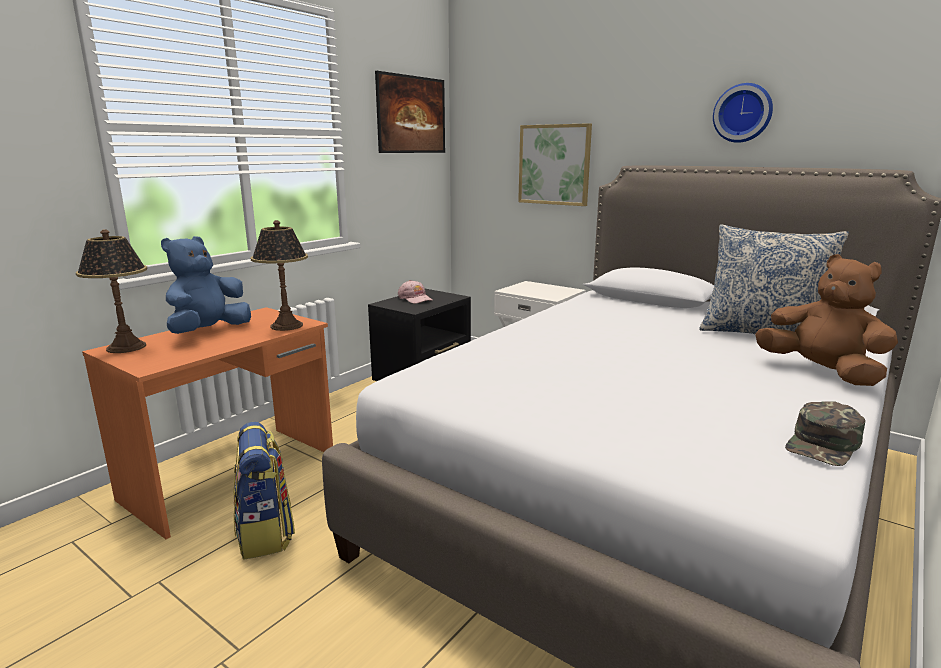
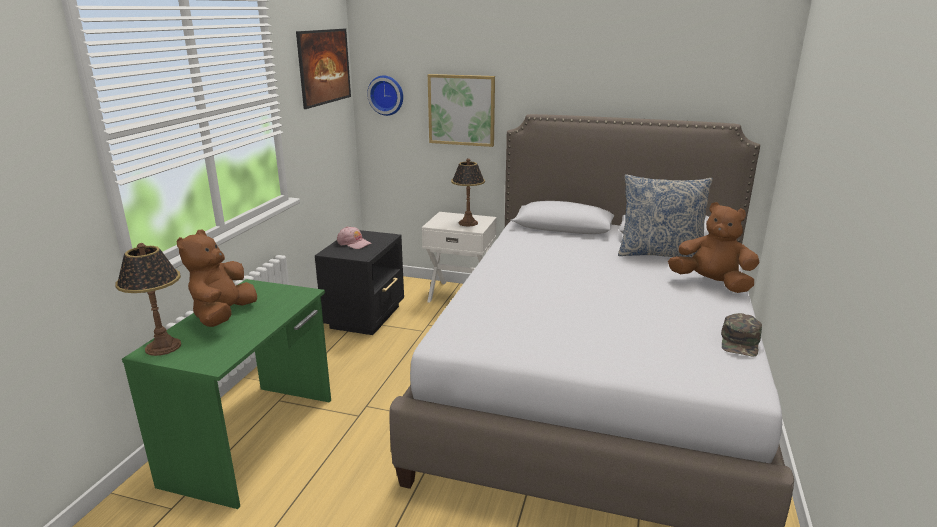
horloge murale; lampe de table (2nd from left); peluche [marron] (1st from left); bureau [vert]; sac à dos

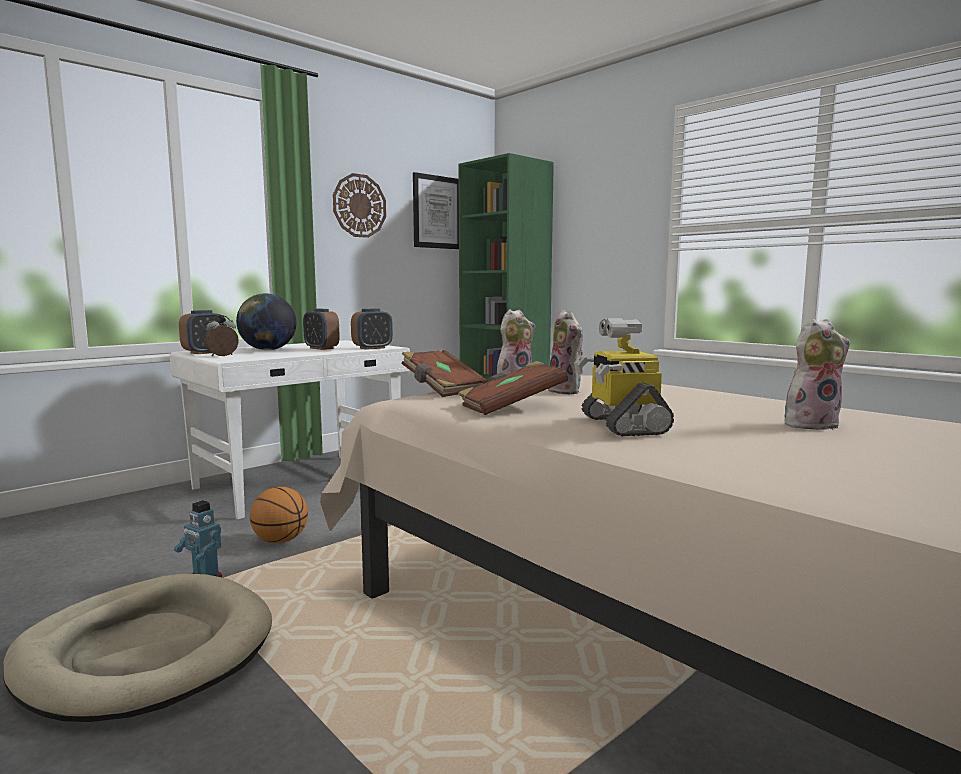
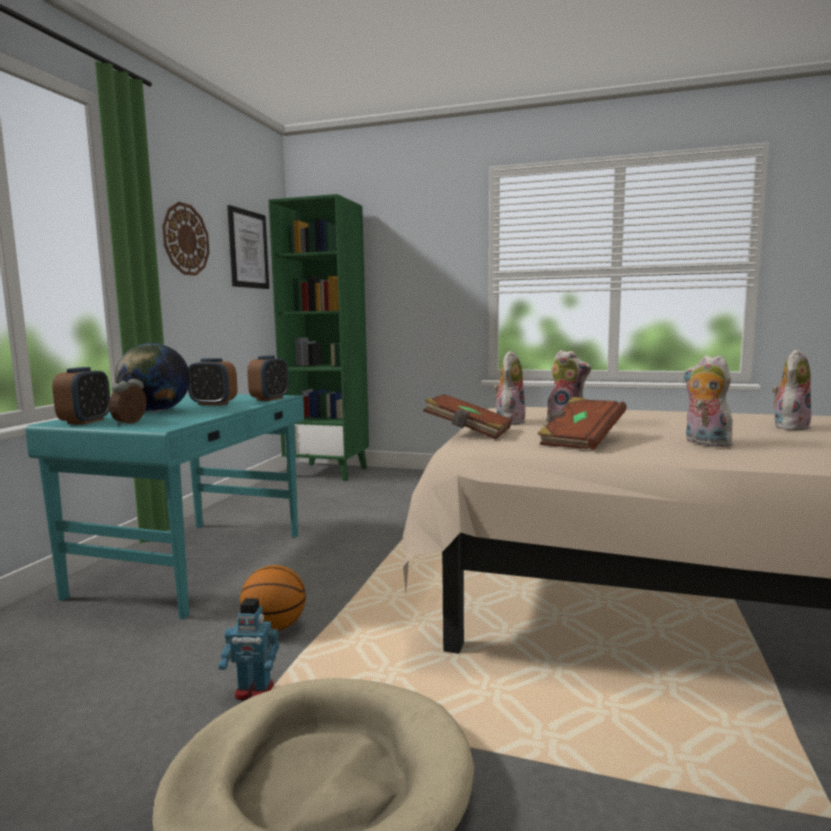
peluche (3rd from left); bureau [turquoise]

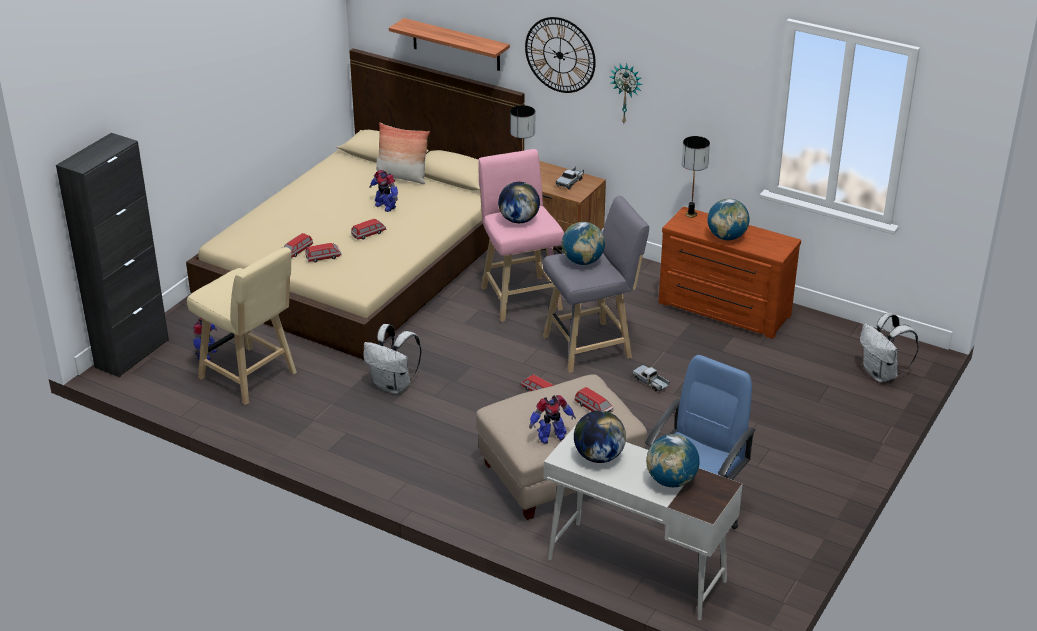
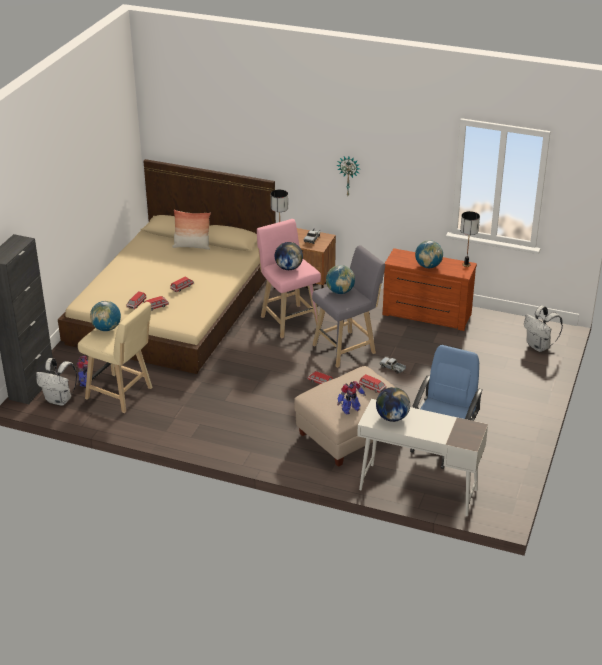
horloge murale (1st from left in the first image); étagère; lampe de table (2nd from left); robot jouet (2nd from left in the first image); sac à dos [blanc] (1st from left); globe (1st from left)

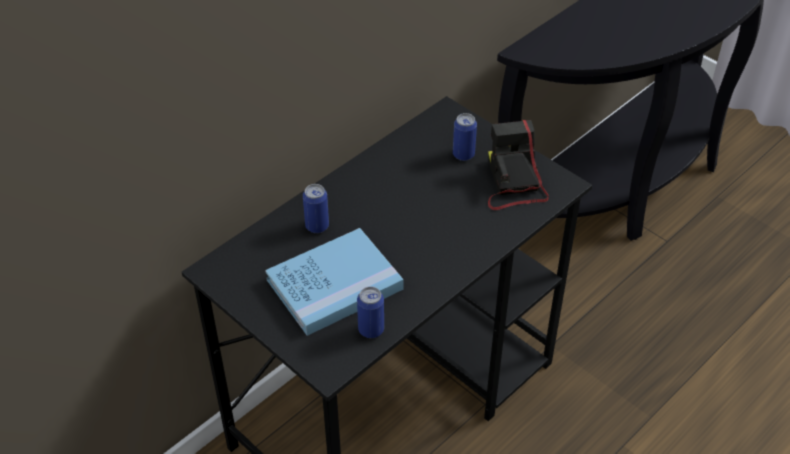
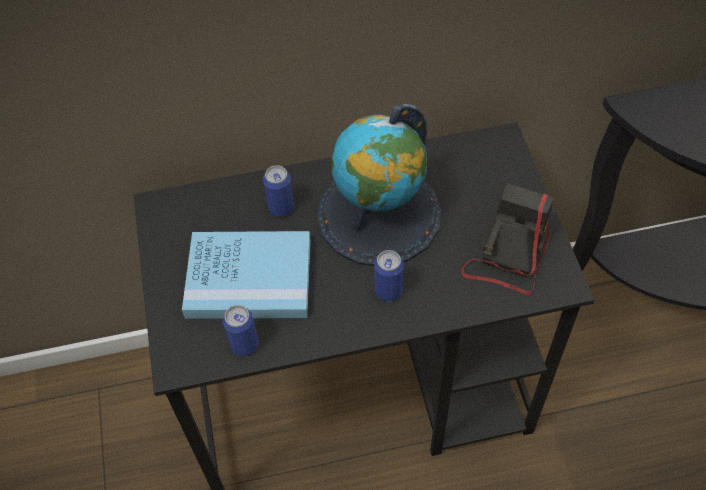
boîte métallique (3rd from left); globe

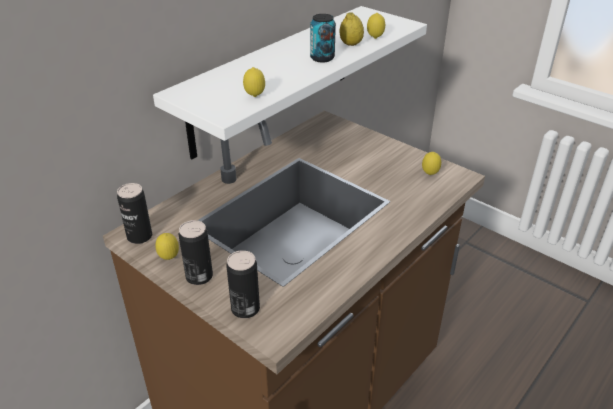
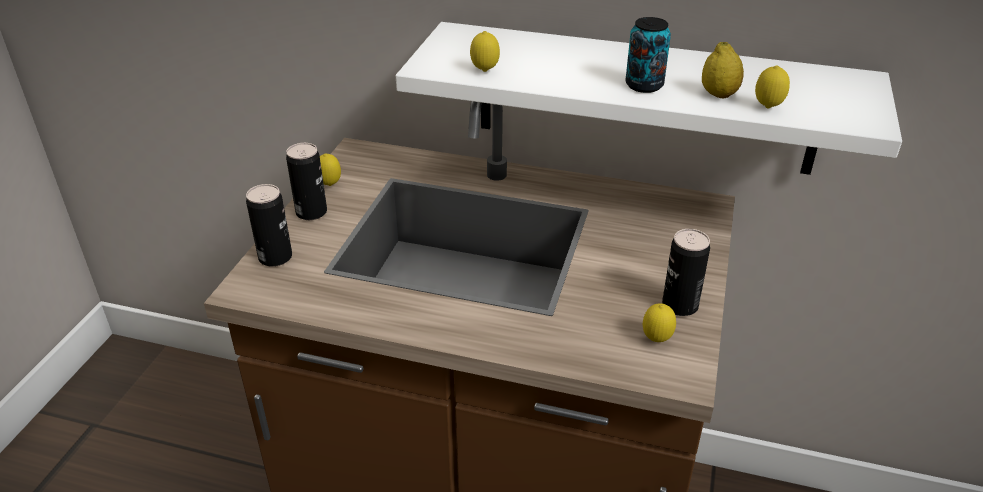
boîte métallique (4th from left)

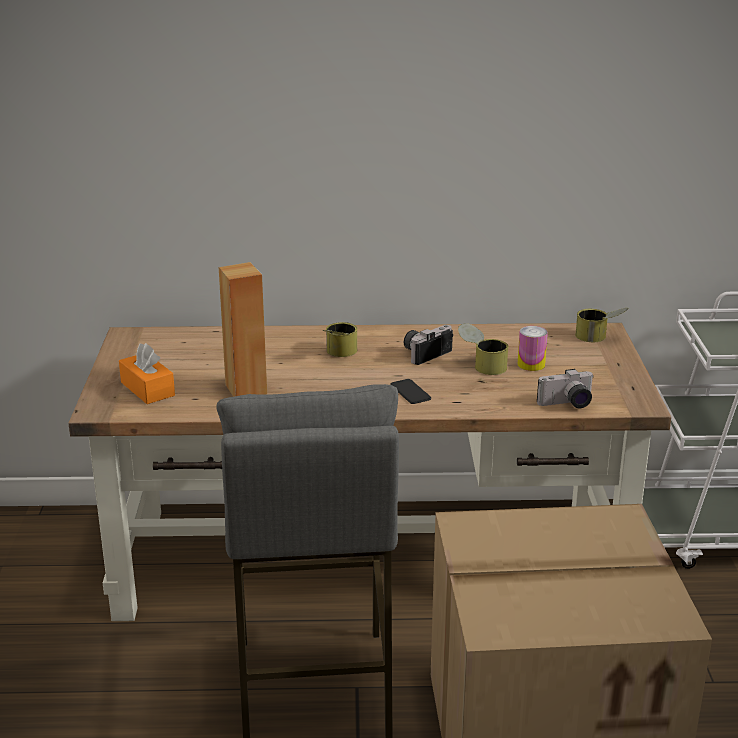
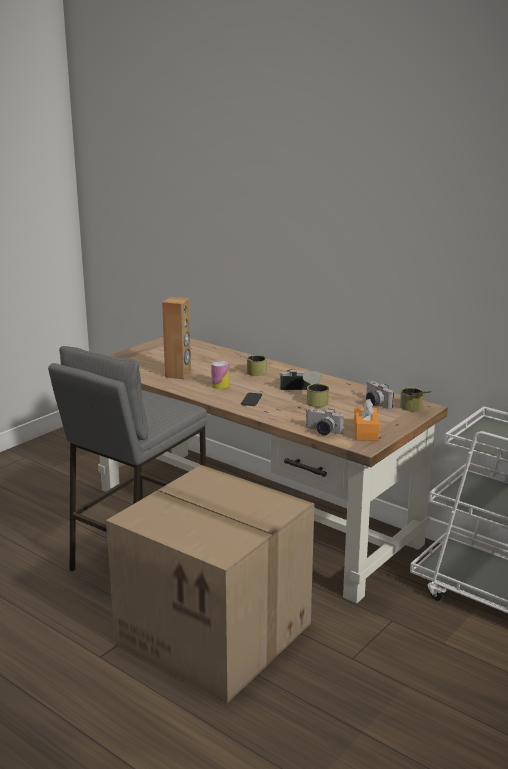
boîte métallique (1st from left); boîte à mouchoirs [orange]; appareil photo (3rd from left)

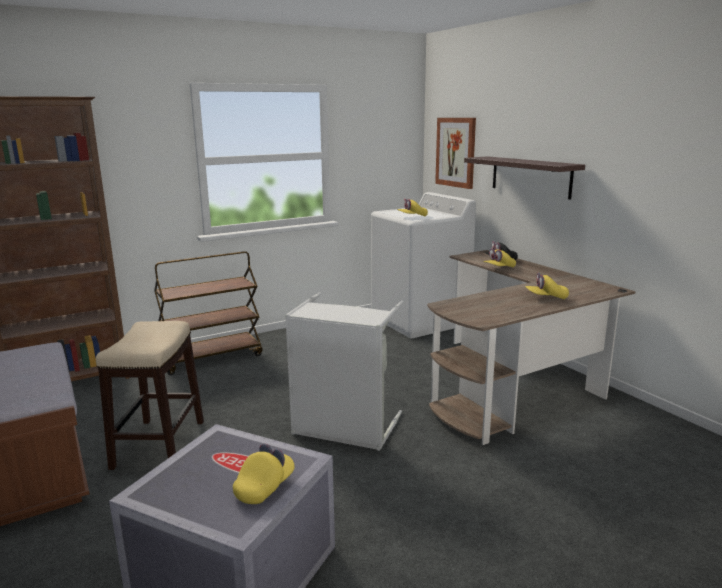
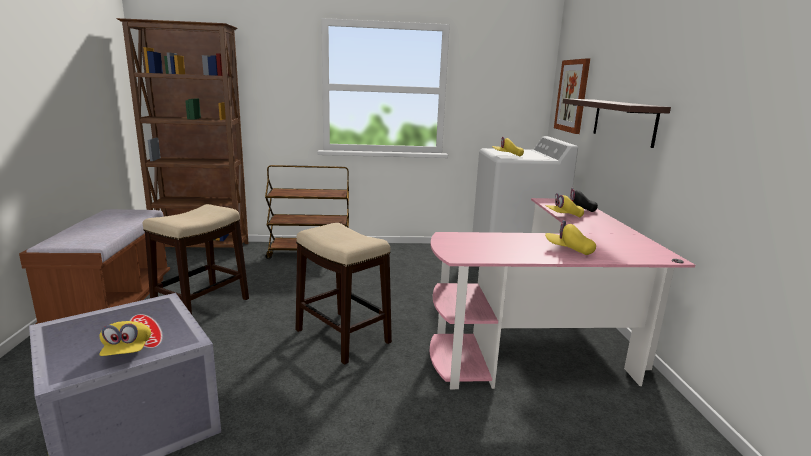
bureau [rose]; tabouret (2nd from left); casquette [jaune] (1st from left)

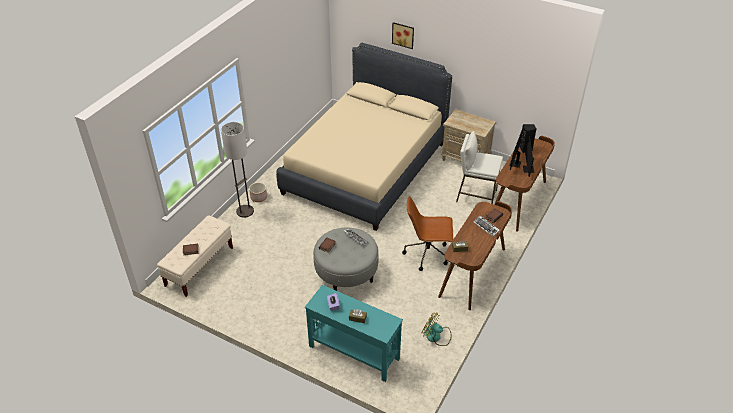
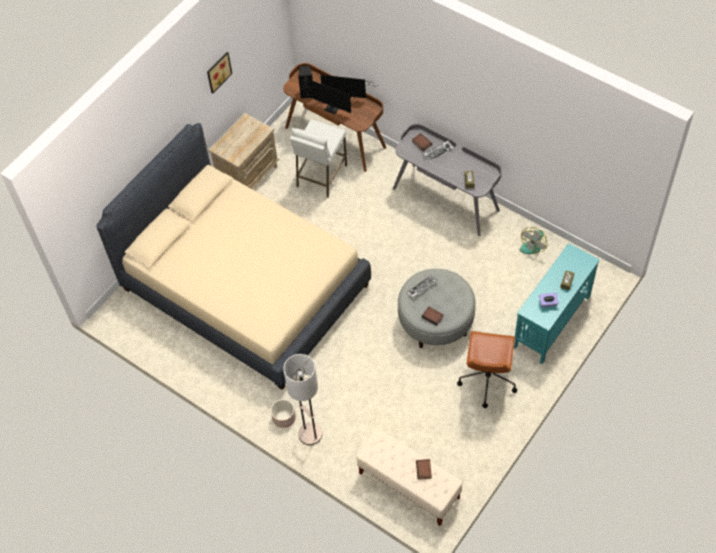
tableau; chaise de bureau [marron]; bureau [gris]

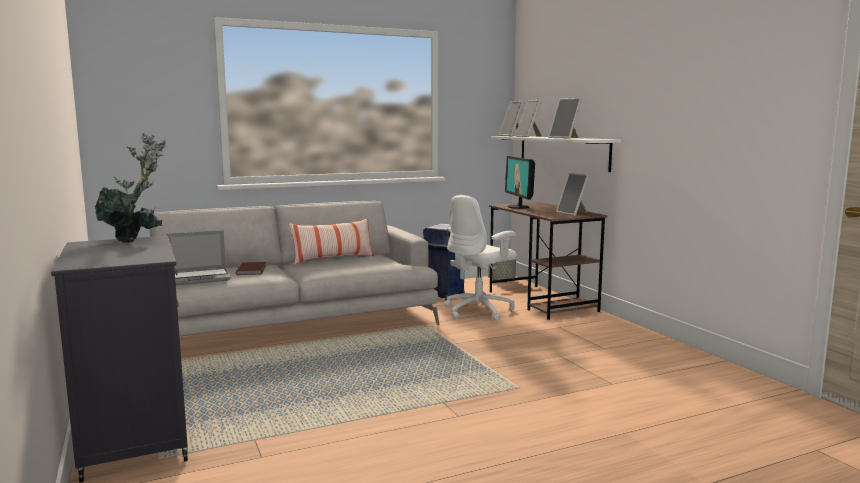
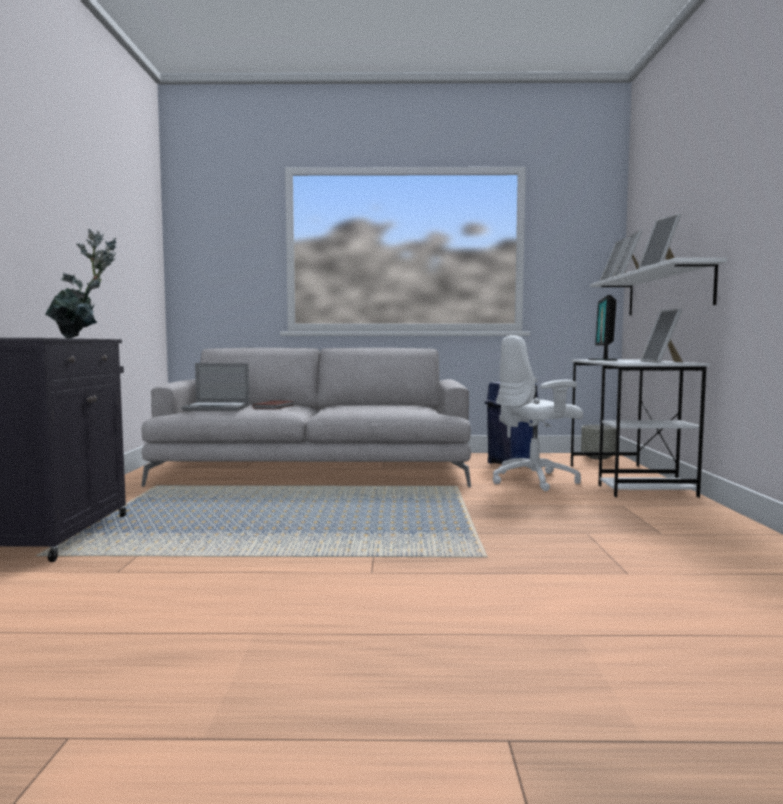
bureau [blanc]; coussin

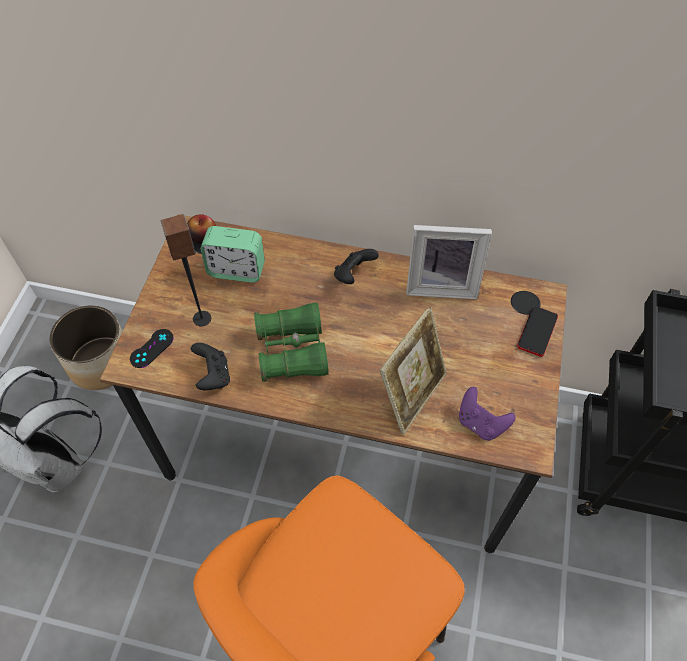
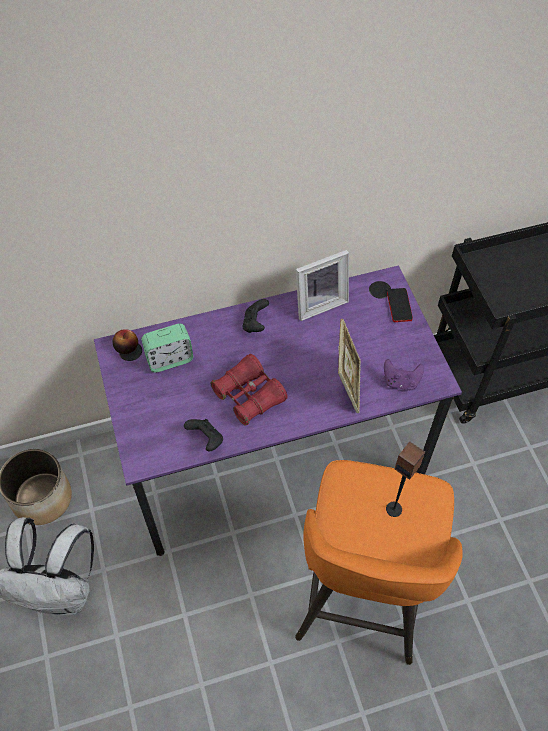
enceinte; bureau [violet]; jumelles [rouge]; manette [noir] (1st from left in the first image)

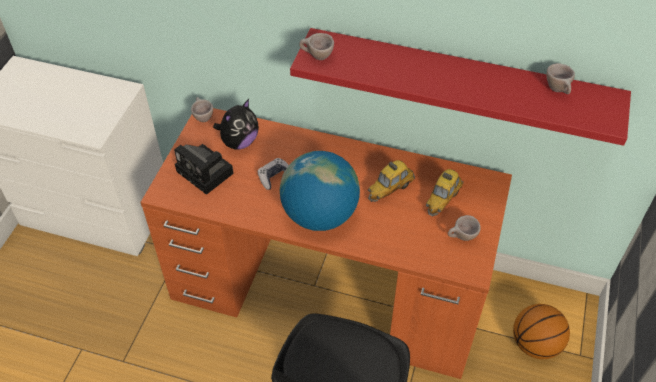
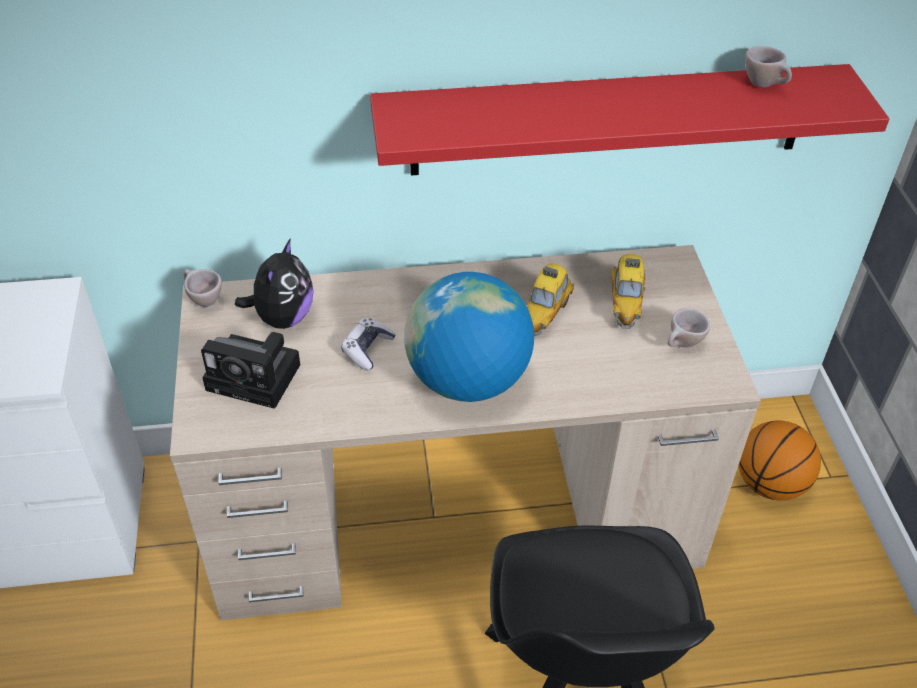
tasse [beige] (2nd from left in the first image); bureau [beige]

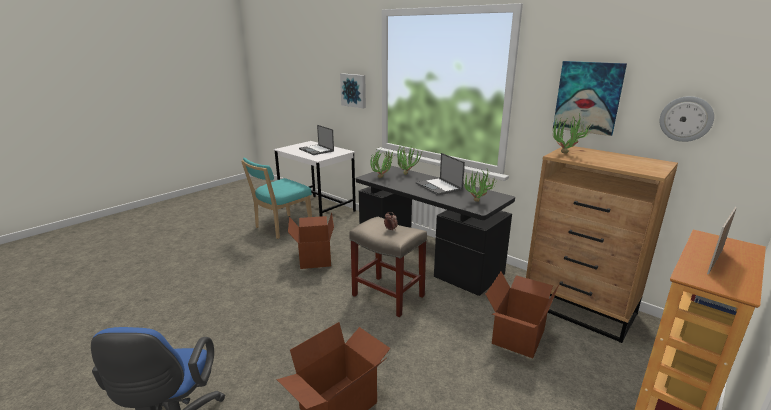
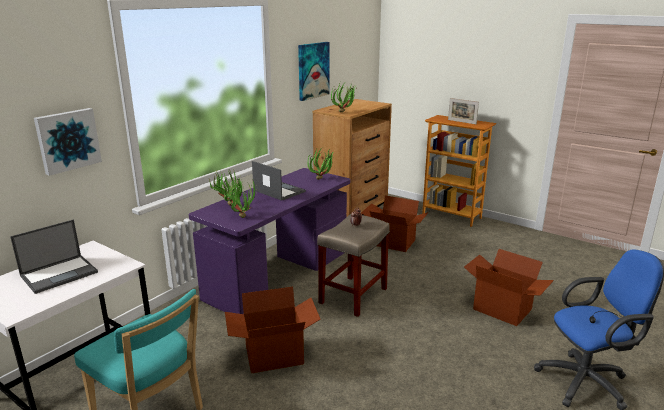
horloge murale; ordinateur portable (2nd from left); bureau [violet]

